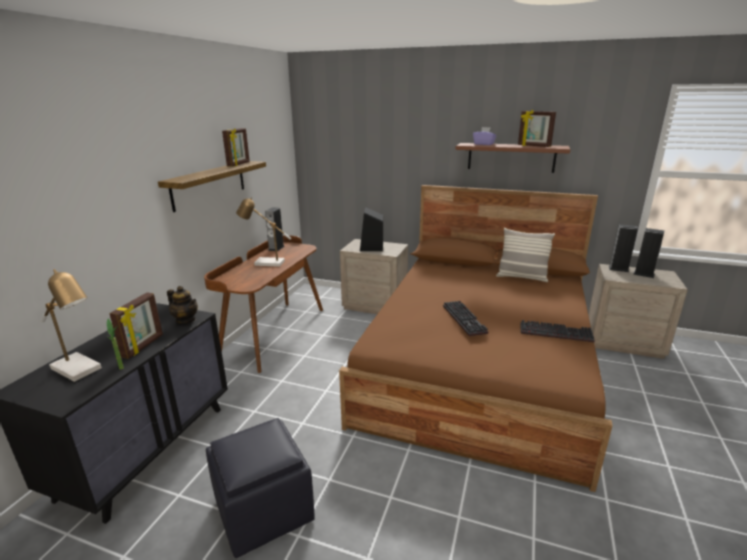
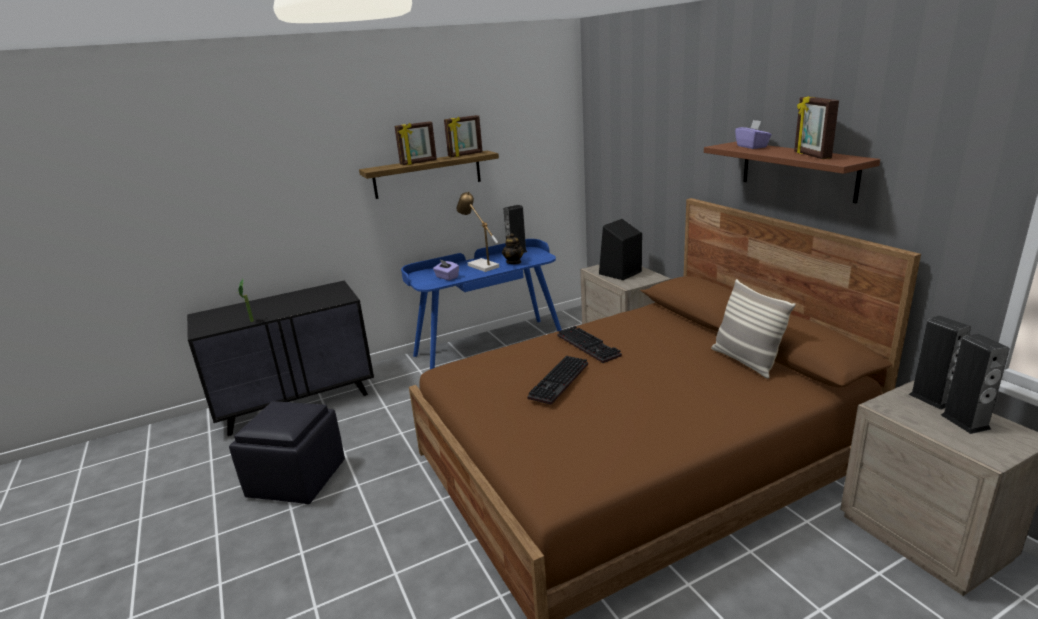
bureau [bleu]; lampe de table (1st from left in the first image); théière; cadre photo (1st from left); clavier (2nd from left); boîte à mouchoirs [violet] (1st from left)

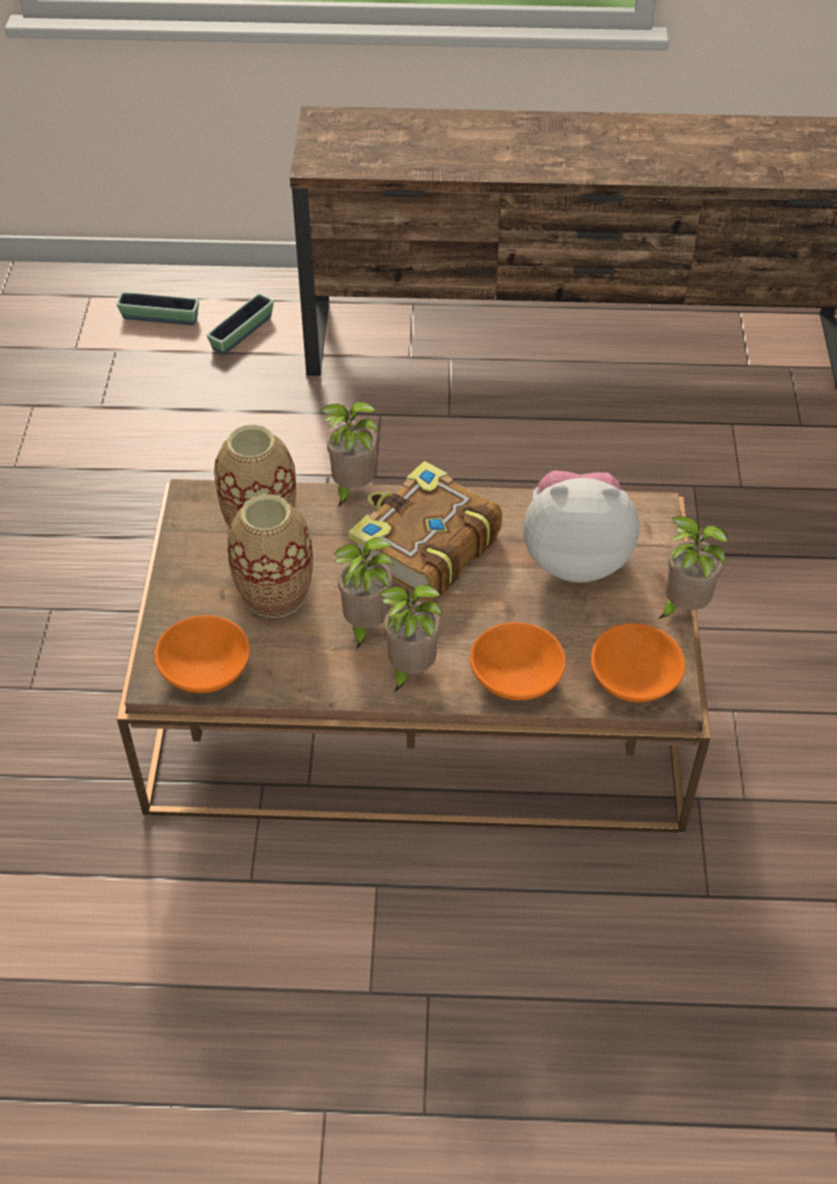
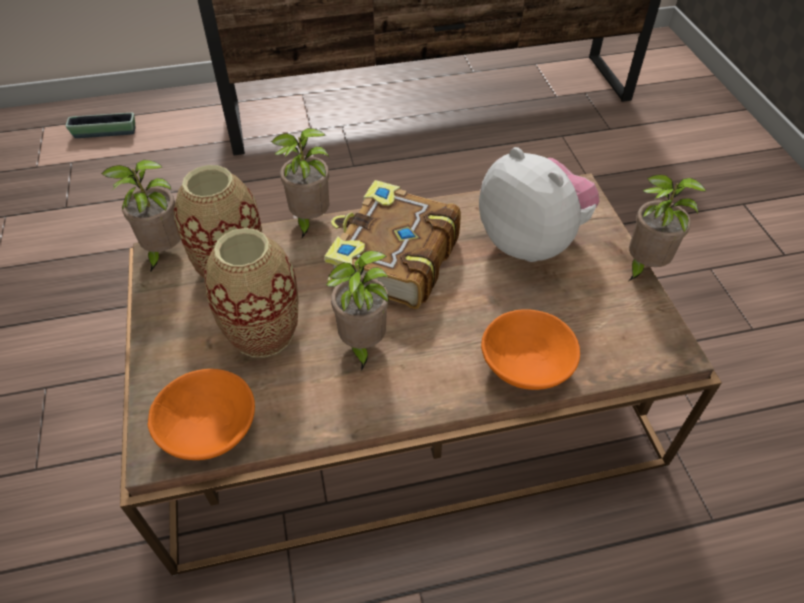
cache-pot (2nd from left in the first image); peluche; plante en pot (1st from left); bol [orange] (3rd from left in the first image)

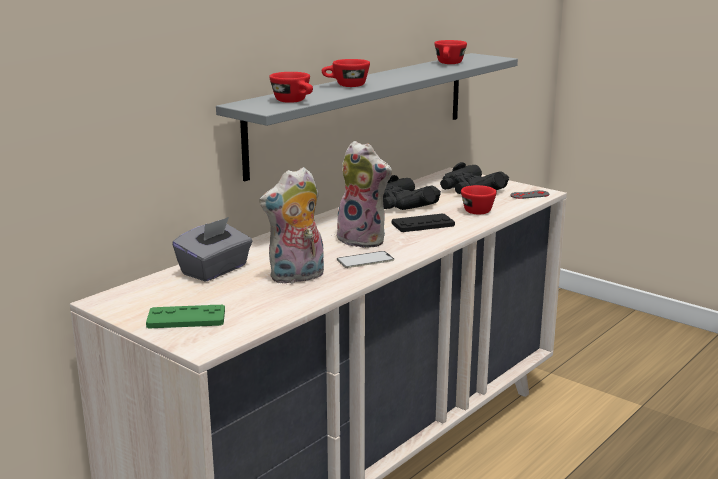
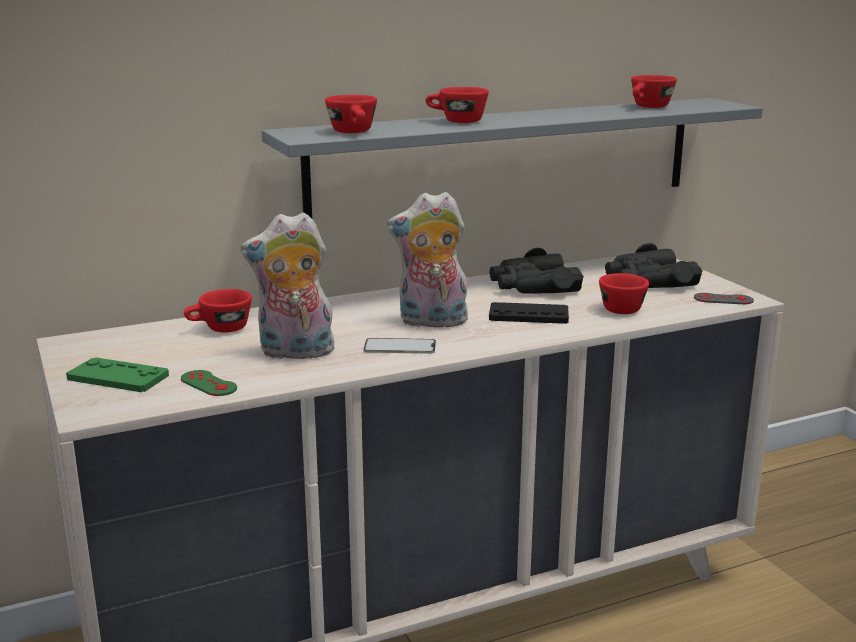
peluche (2nd from left); tasse [rouge] (1st from left); manette [vert] (2nd from left)

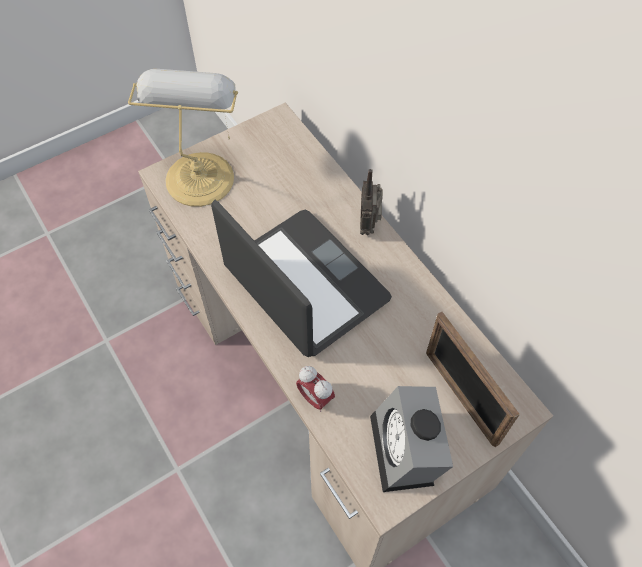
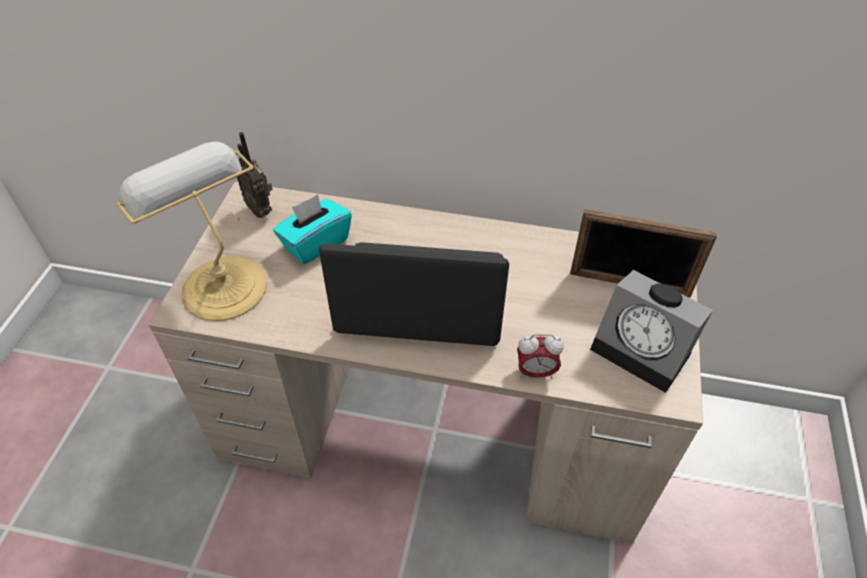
radio; boîte à mouchoirs [turquoise]

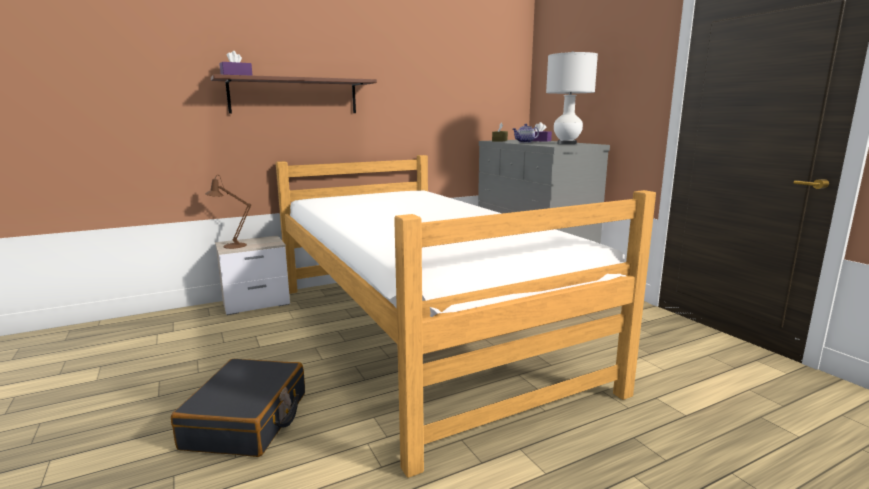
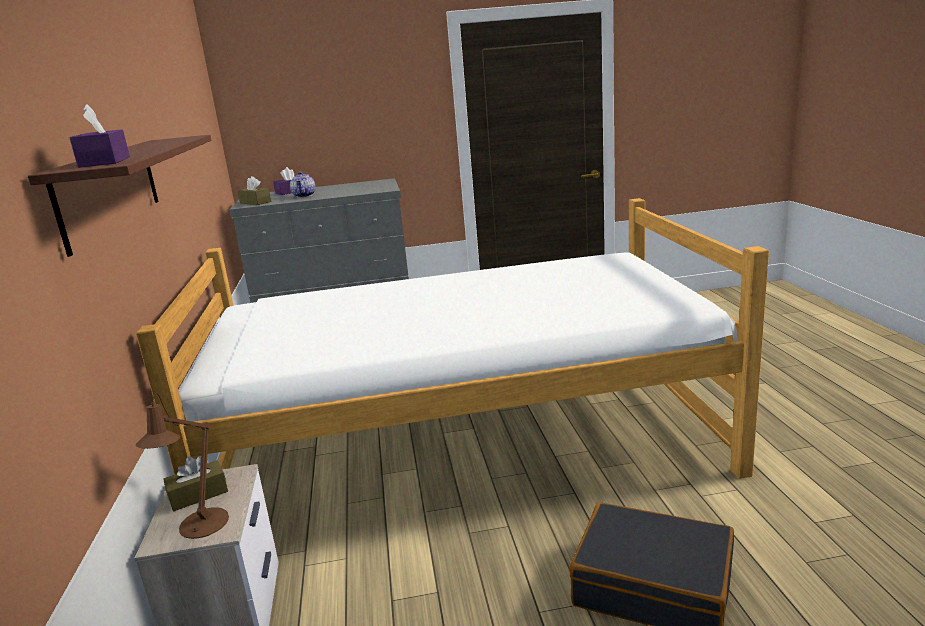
lampe de table [blanc]; boîte à mouchoirs [marron] (1st from left)

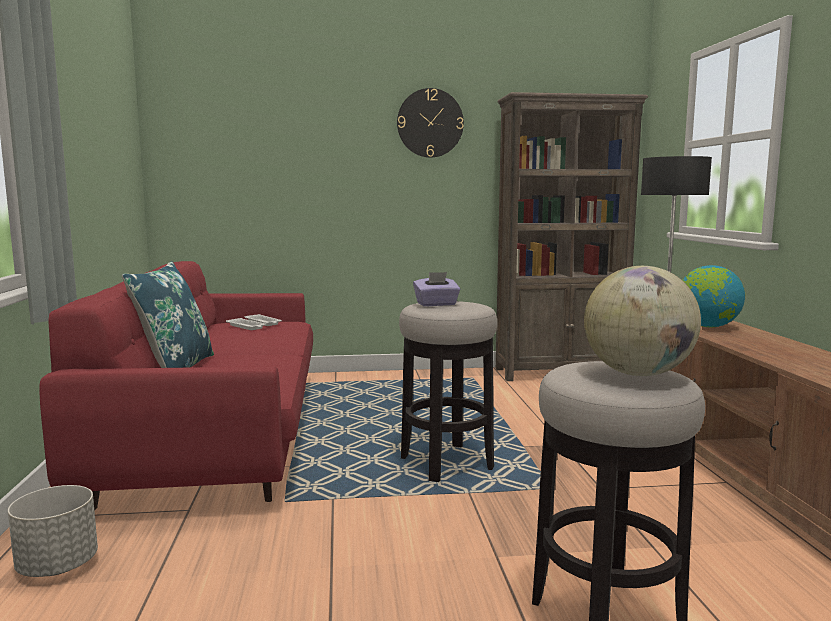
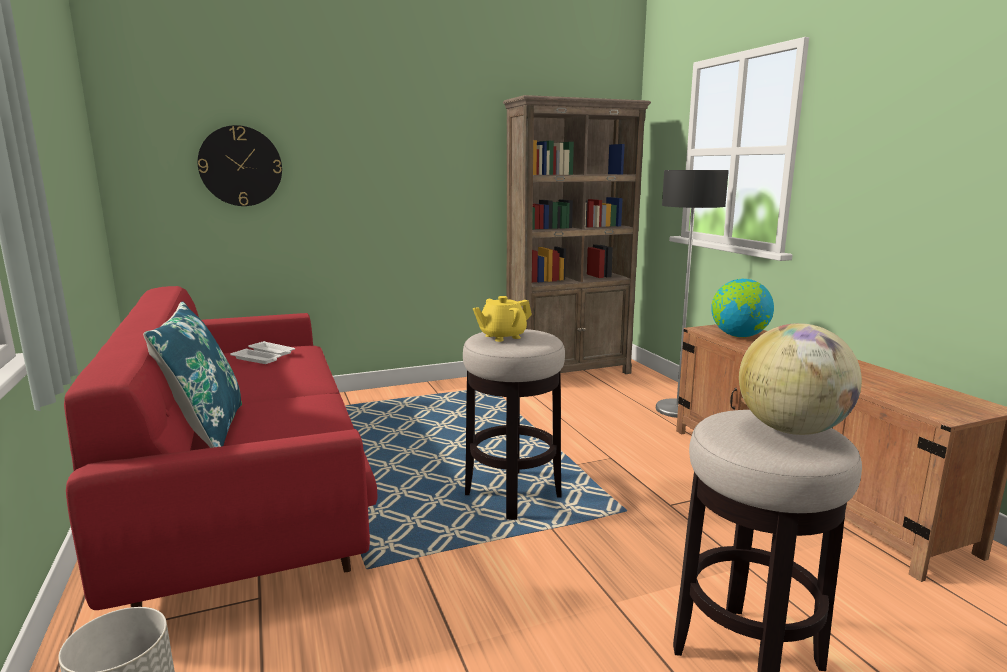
horloge murale; théière [jaune]

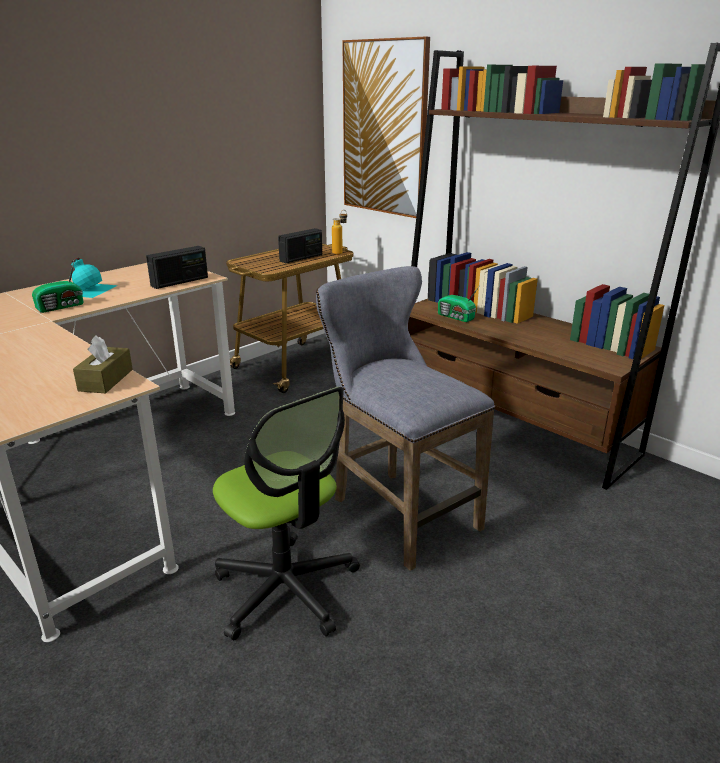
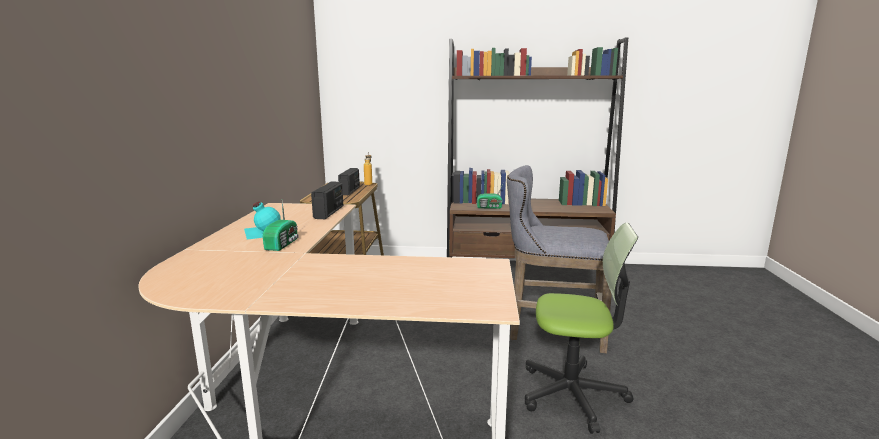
tableau; boîte à mouchoirs [marron]

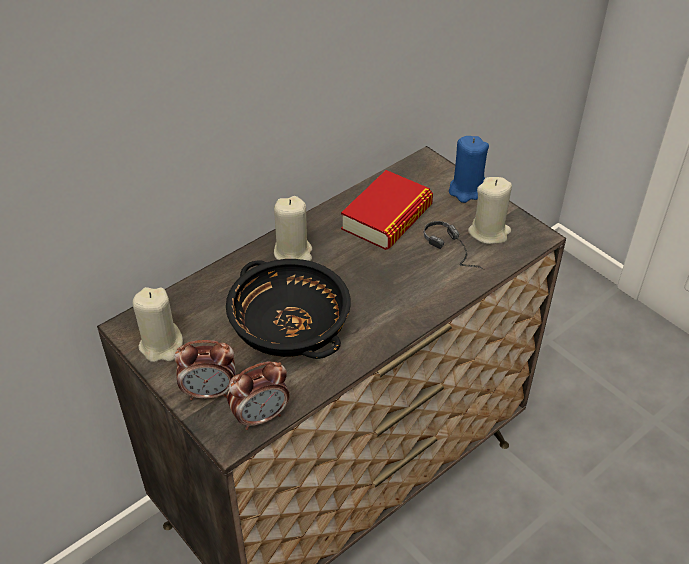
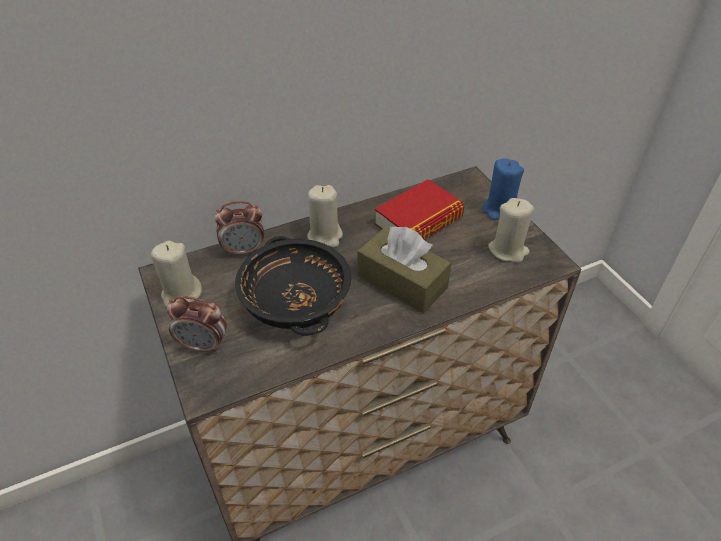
casque audio; réveil (2nd from left); boîte à mouchoirs [marron]

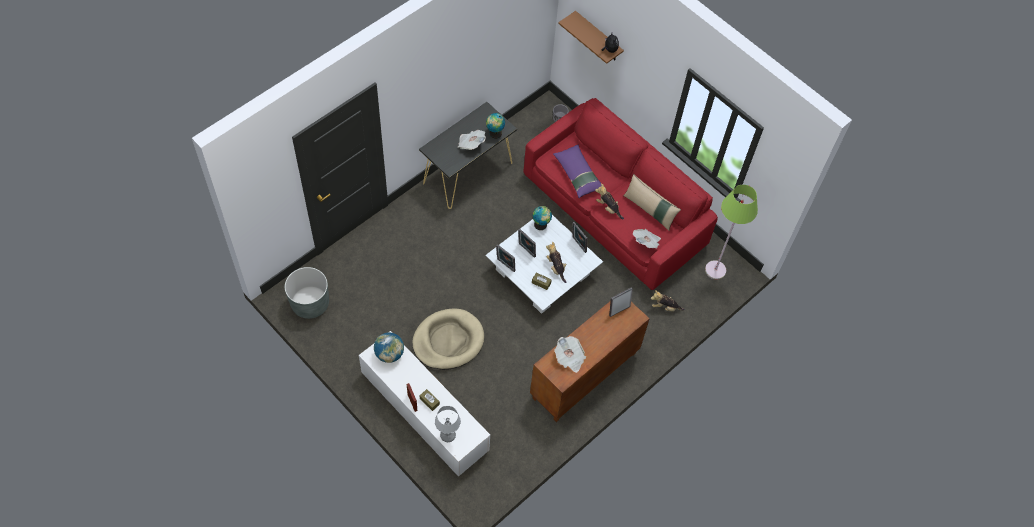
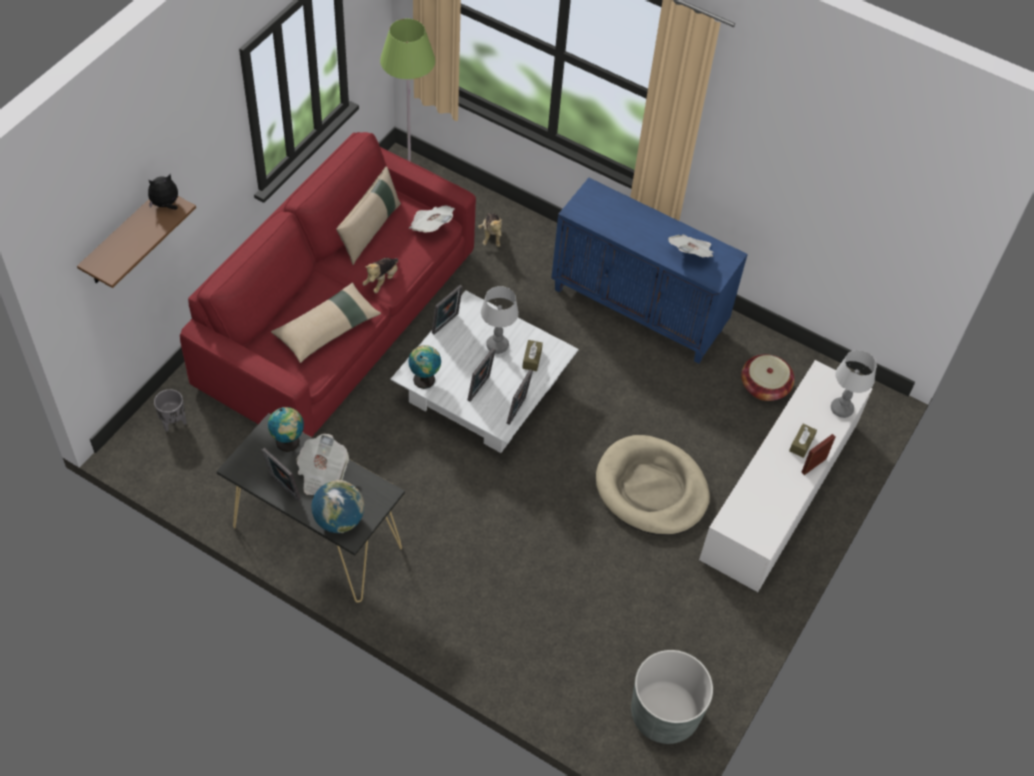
coussin [beige] (1st from left); lampe de table (1st from left); cadre photo (1st from left); meuble de rangement [bleu]; globe (2nd from left); panier

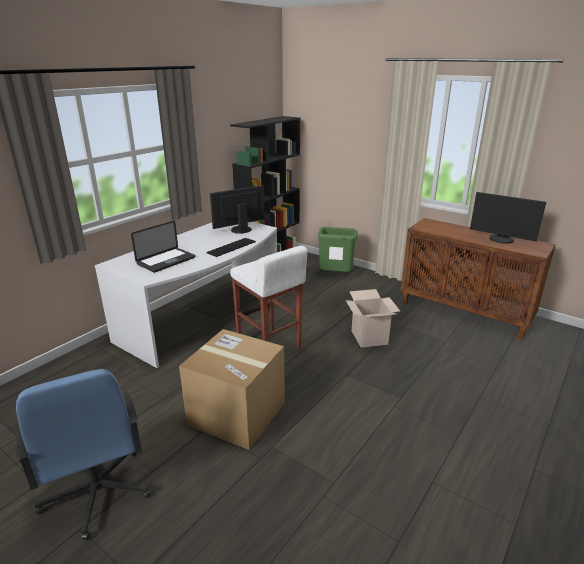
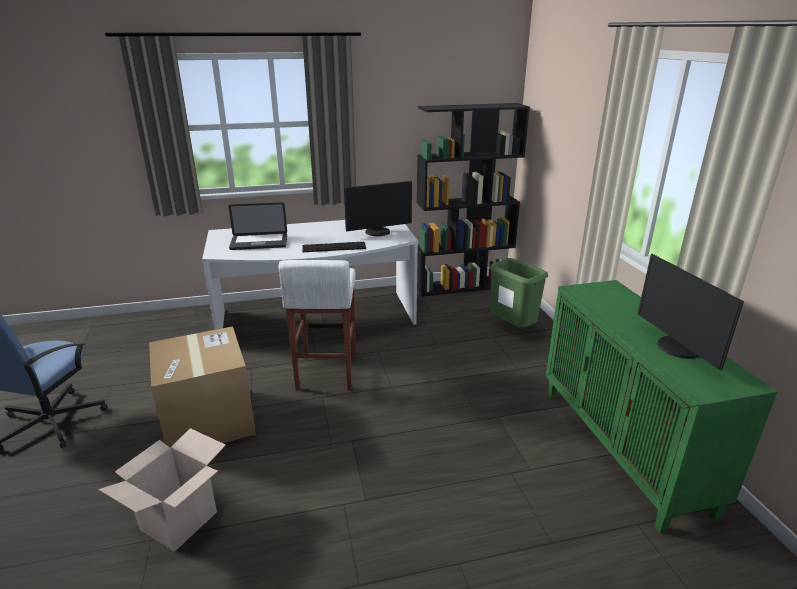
écran d'ordinateur (1st from left); meuble de rangement [vert]; carton (1st from left)

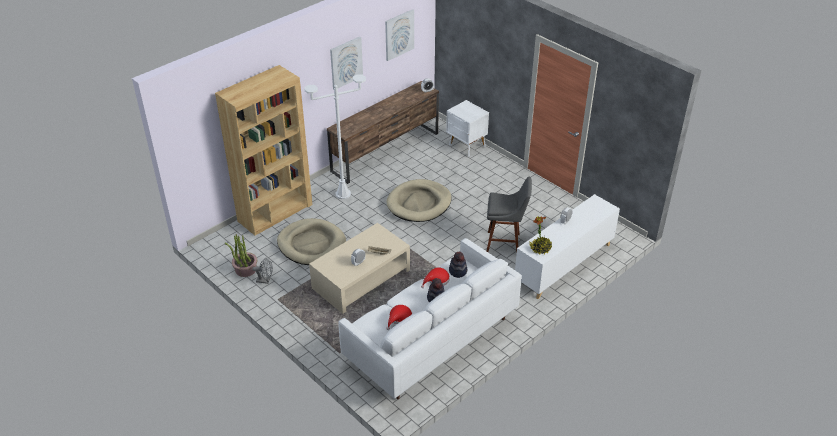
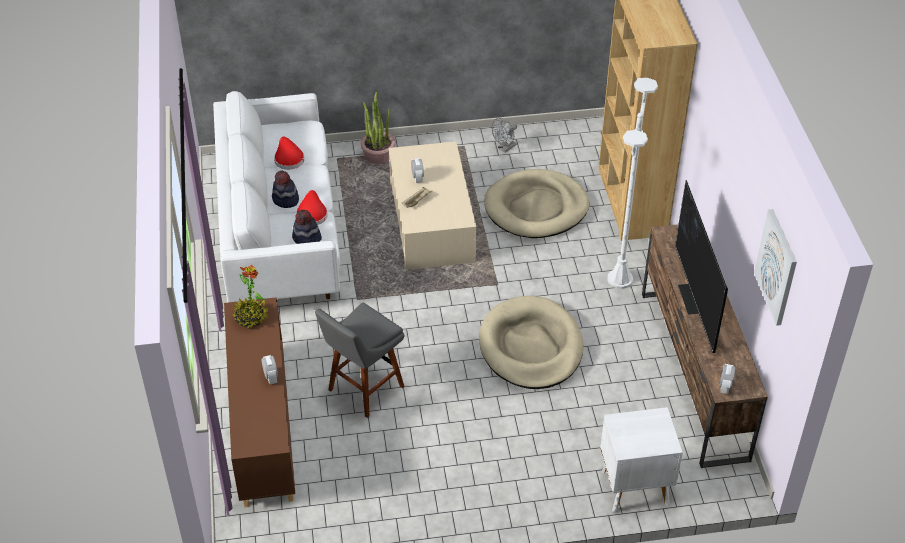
tableau (1st from left in the first image); meuble de rangement [marron]; plante en pot (2nd from left); téléviseur

